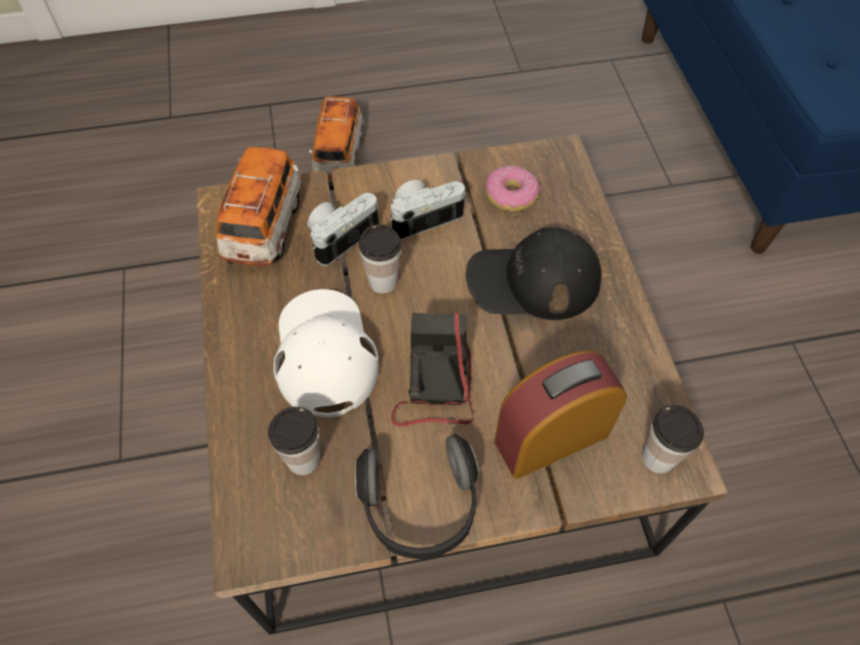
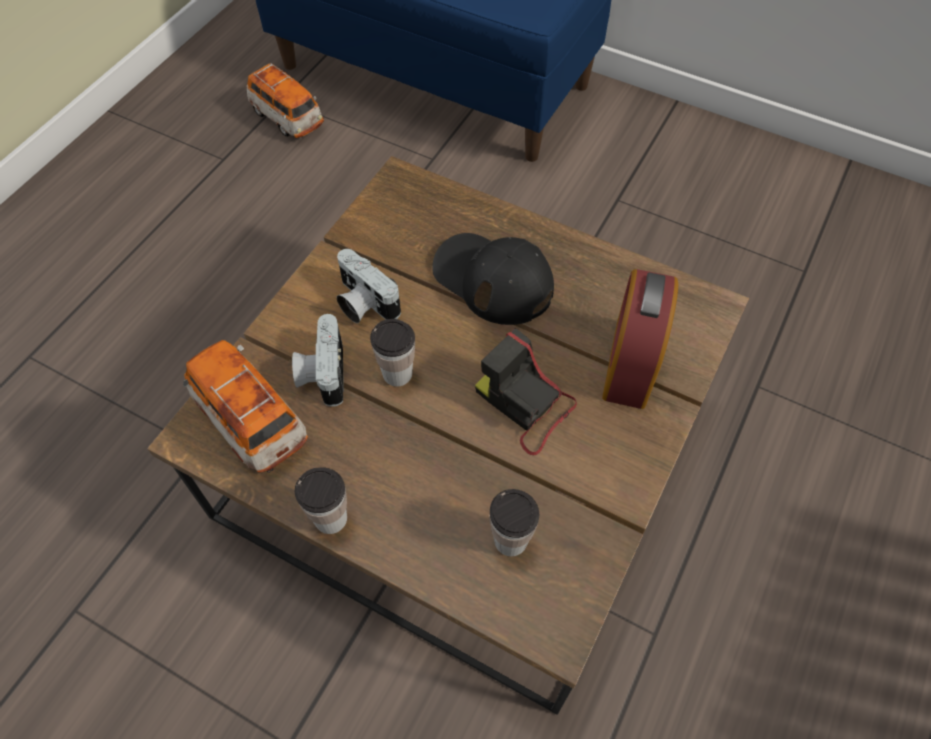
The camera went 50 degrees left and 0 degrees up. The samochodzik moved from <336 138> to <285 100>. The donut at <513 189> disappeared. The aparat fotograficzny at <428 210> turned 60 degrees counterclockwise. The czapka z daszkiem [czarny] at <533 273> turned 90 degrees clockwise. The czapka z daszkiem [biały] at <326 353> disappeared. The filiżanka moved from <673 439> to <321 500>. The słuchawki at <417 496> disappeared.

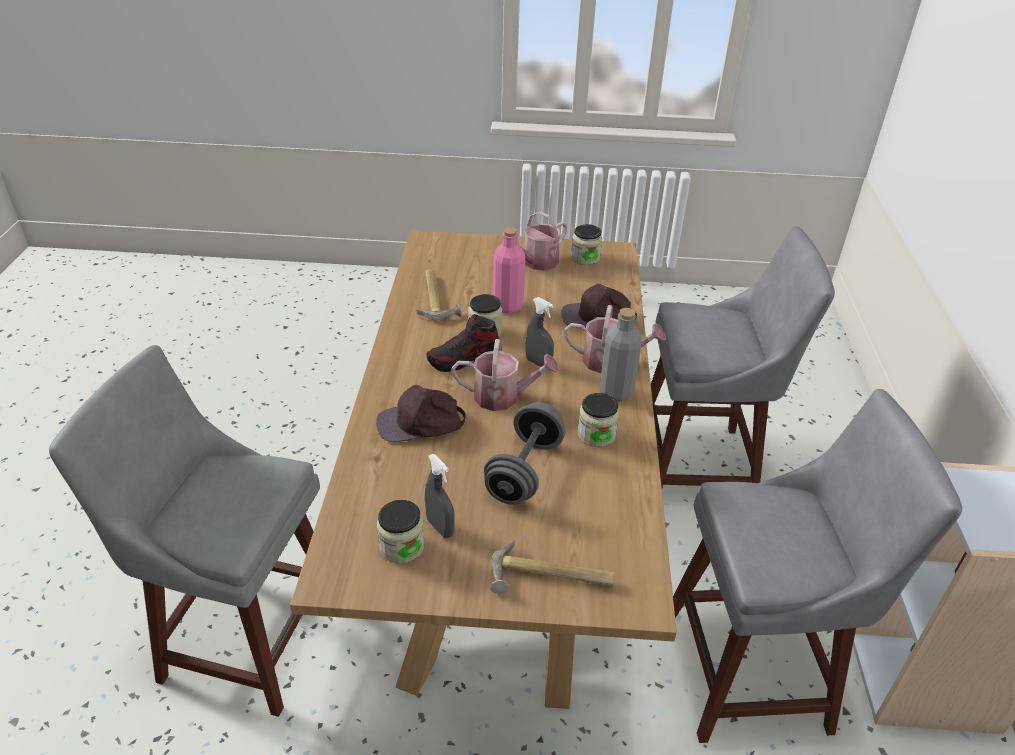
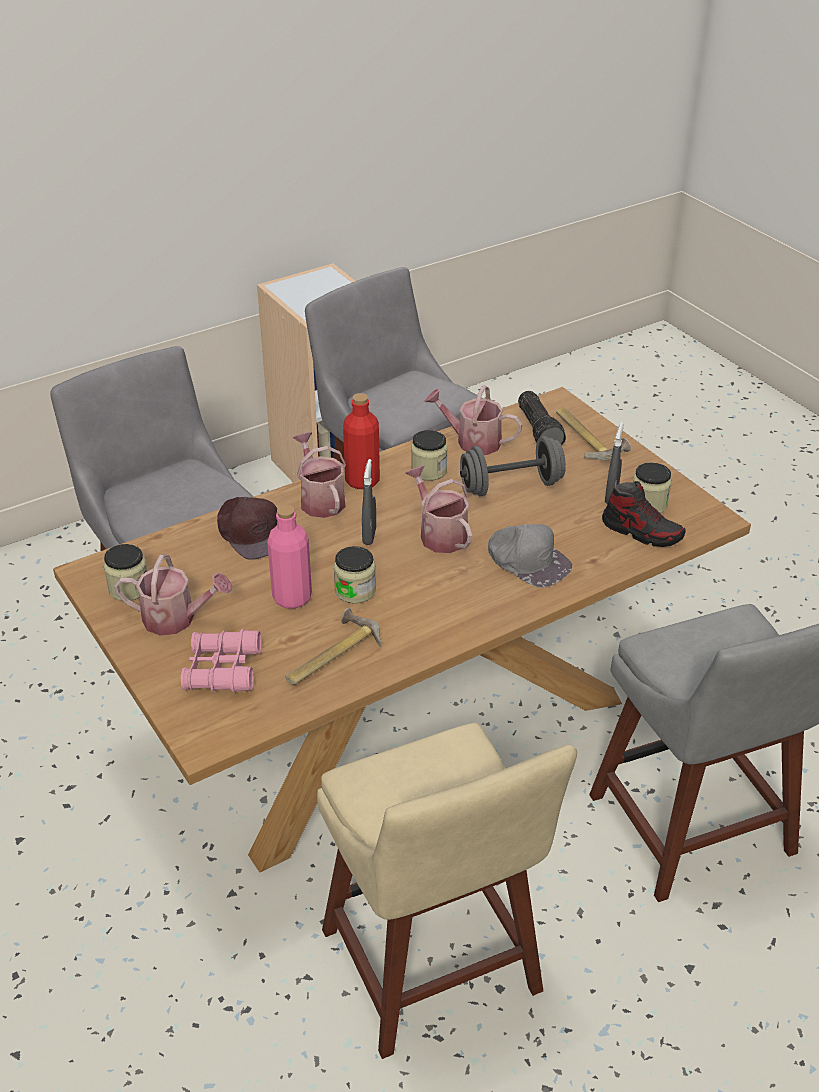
The camera went 125 degrees left and 0 degrees up. The butelka [szary] at <621 355> became the butelka [czerwony] at <361 441>. The but moved from <464 343> to <644 514>. The czapka z daszkiem [brązowy] at <421 413> became the czapka z daszkiem [szary] at <530 556>. The konewka at <473 420> appeared. The latarka at <542 418> appeared. The lornetka [różowy] at <221 661> appeared. The krzesło [beżowy] at <447 891> appeared.

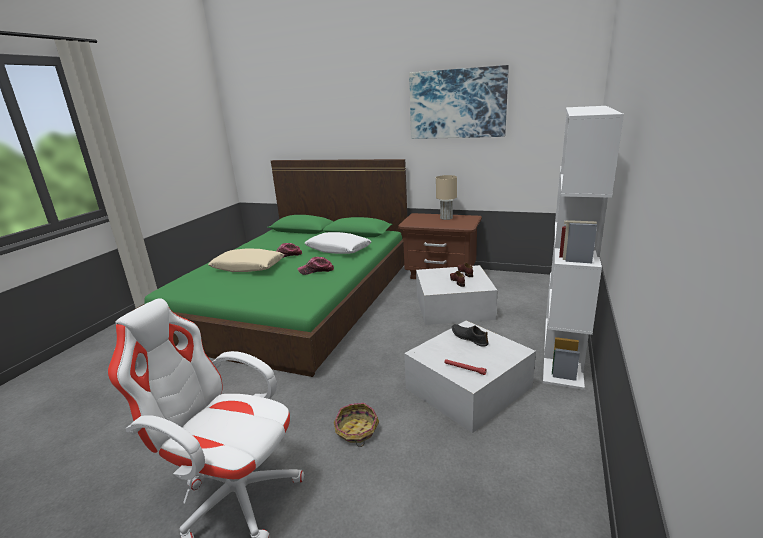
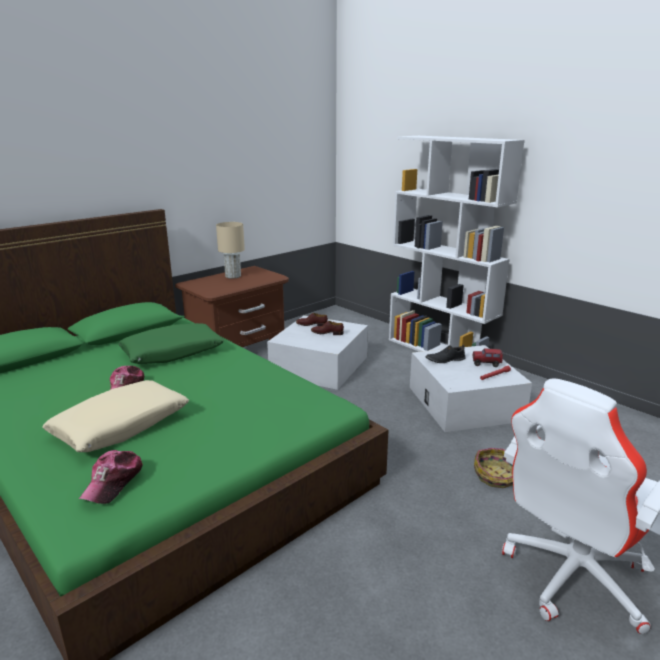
The camera went 65 degrees left and 0 degrees up. The obraz at <459 102> disappeared. The poduszka [biały] at <338 243> became the poduszka [zielony] at <171 343>. The czapka z daszkiem moved from <316 266> to <111 477>. The ciężarówka zabawkowa at <487 357> appeared.

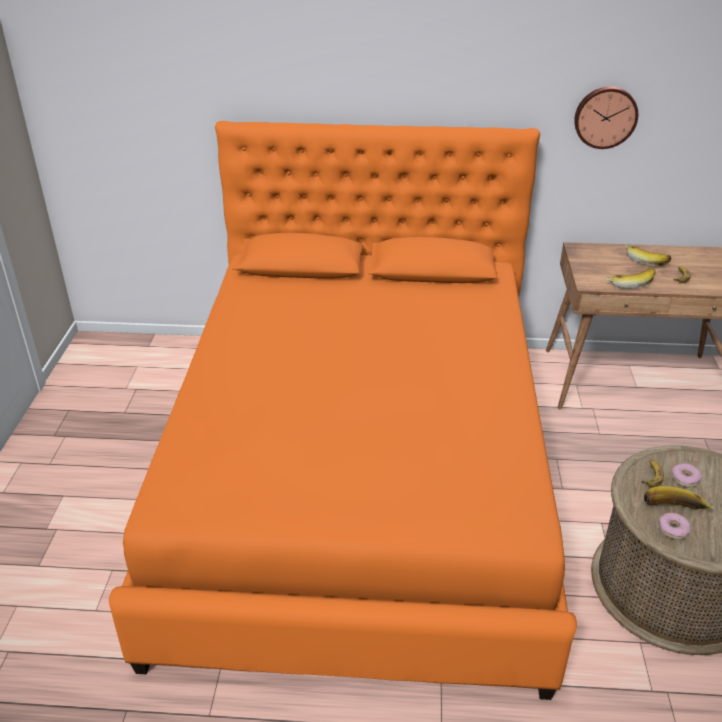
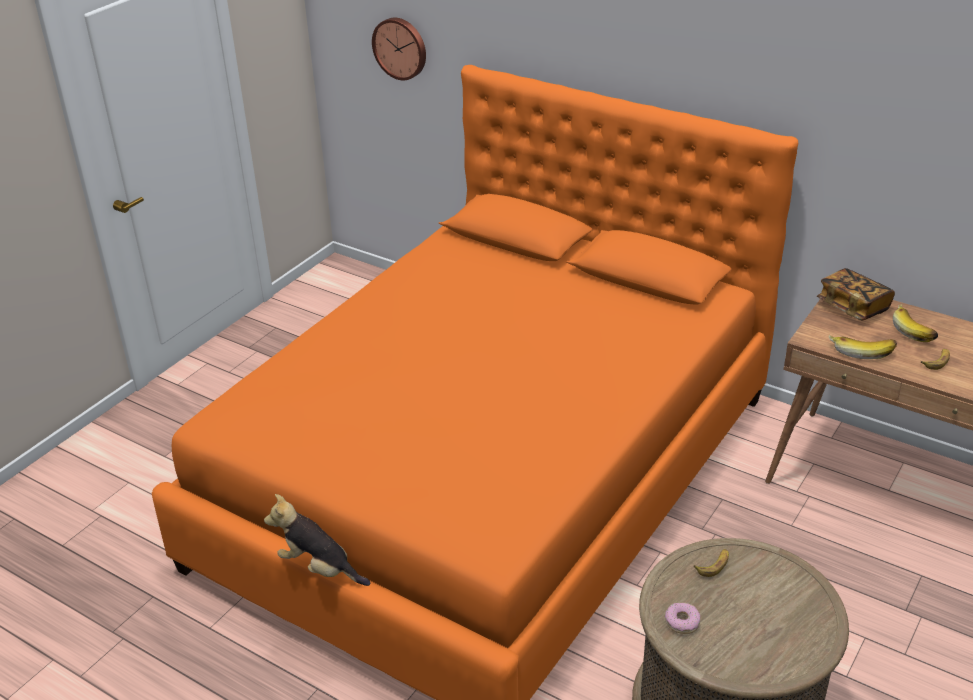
The camera went 30 degrees right and 0 degrees up. The zegar ścienny moved from <606 117> to <399 48>. The donut at <686 475> disappeared. The banan at <679 498> disappeared. The książka at <856 294> appeared. The pluszak at <317 540> appeared.

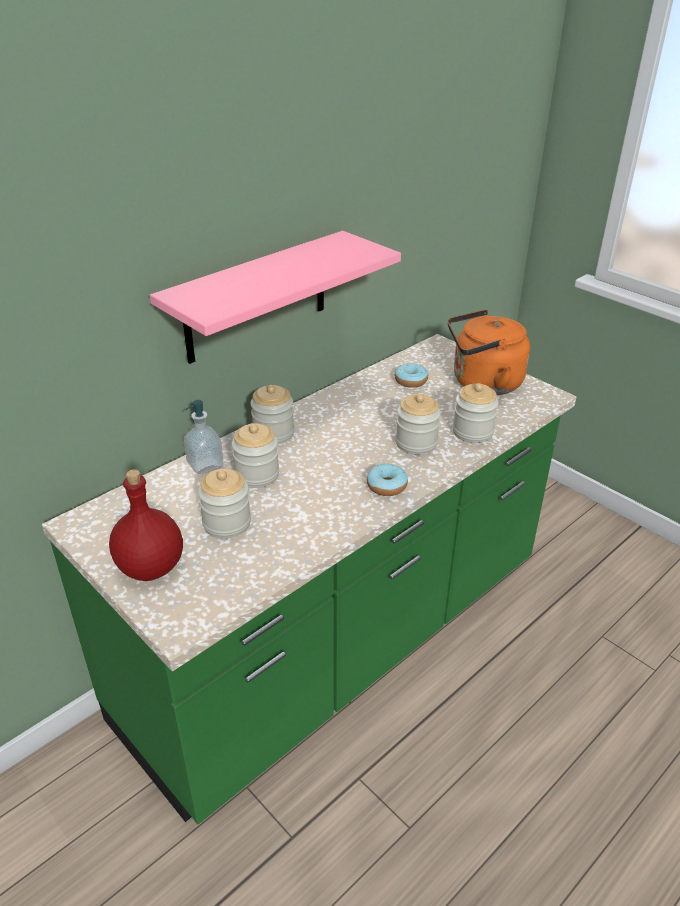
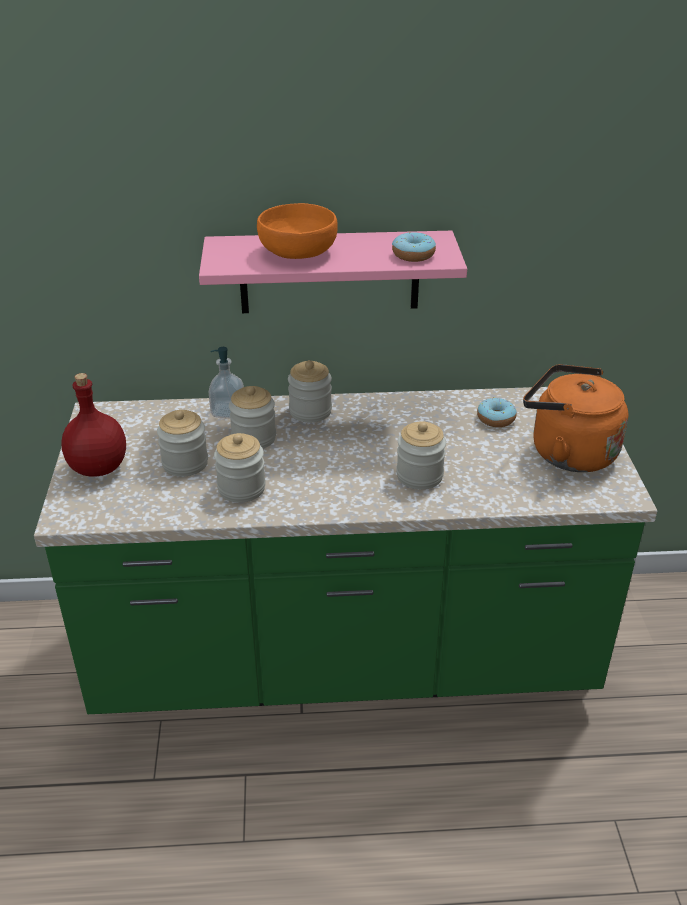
The camera went 40 degrees right and 0 degrees up. The słoik moved from <476 413> to <240 467>. The donut moved from <387 480> to <414 247>. The miska [pomarańczowy] at <297 231> appeared.

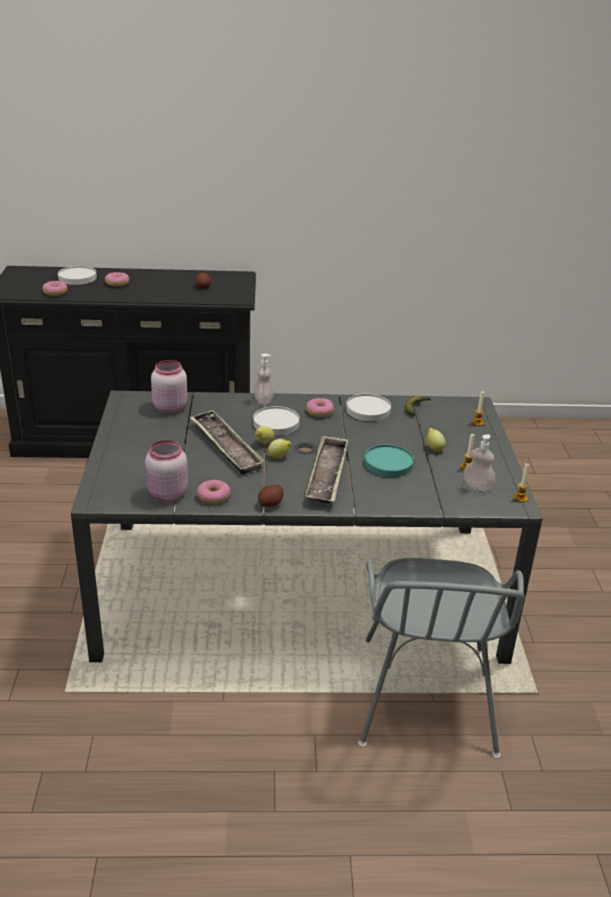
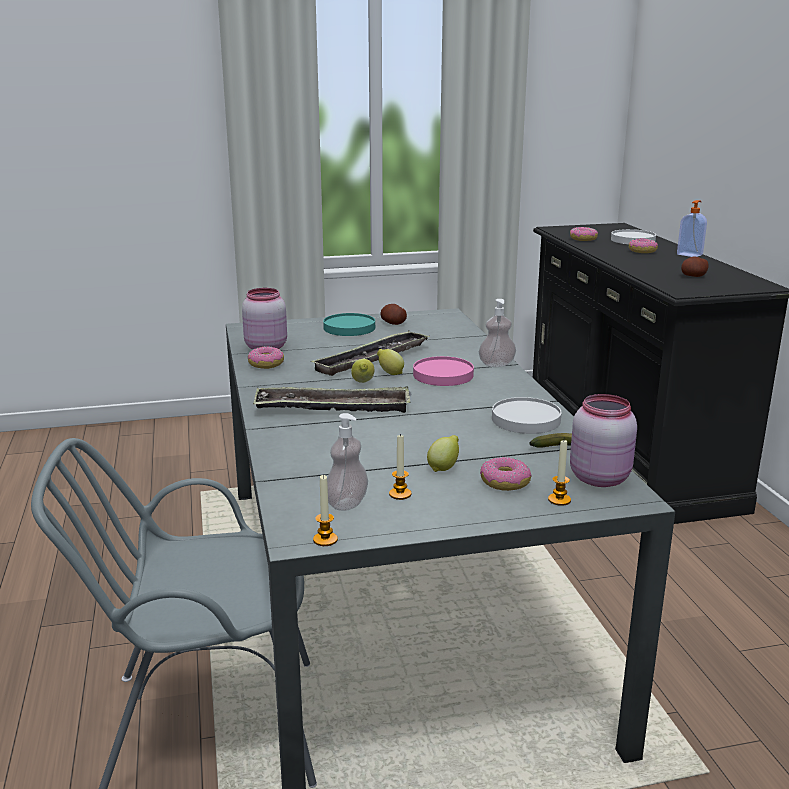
The camera went 80 degrees right and 10 degrees down. The słoik [różowy] moved from <169 386> to <603 440>. The donut moved from <320 407> to <506 474>. The talerz [biały] at <276 420> became the talerz [różowy] at <443 371>. The talerz [turkusowy] moved from <389 460> to <349 324>. The ziemniak moved from <270 496> to <394 314>. The dozownik mydła at <692 228> appeared.

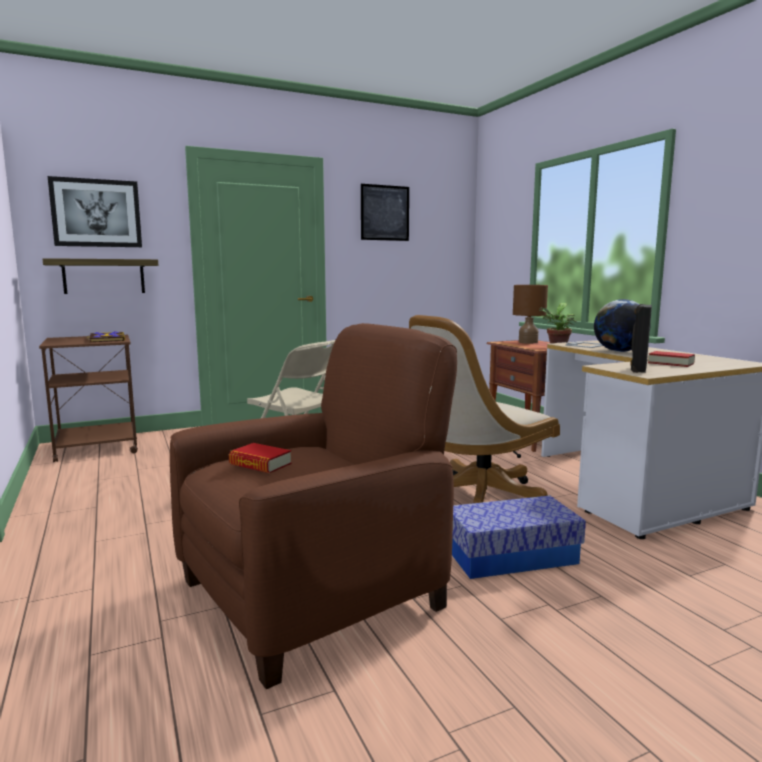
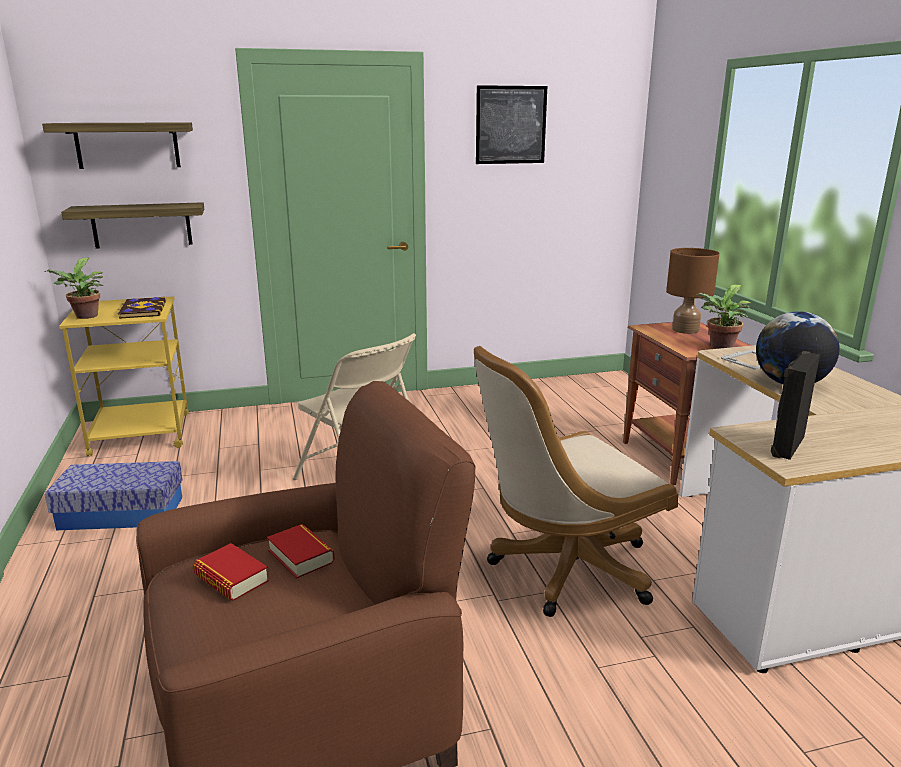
The camera went 10 degrees right and 10 degrees up. The obraz at <94 211> was replaced by the półka at <117 145>. The wózek [brązowy] at <88 398> became the wózek [żółty] at <124 376>. The książka moved from <671 359> to <301 551>. The pojemnik do przechowywania moved from <519 537> to <114 495>. The roślina doniczkowa at <73 288> appeared.

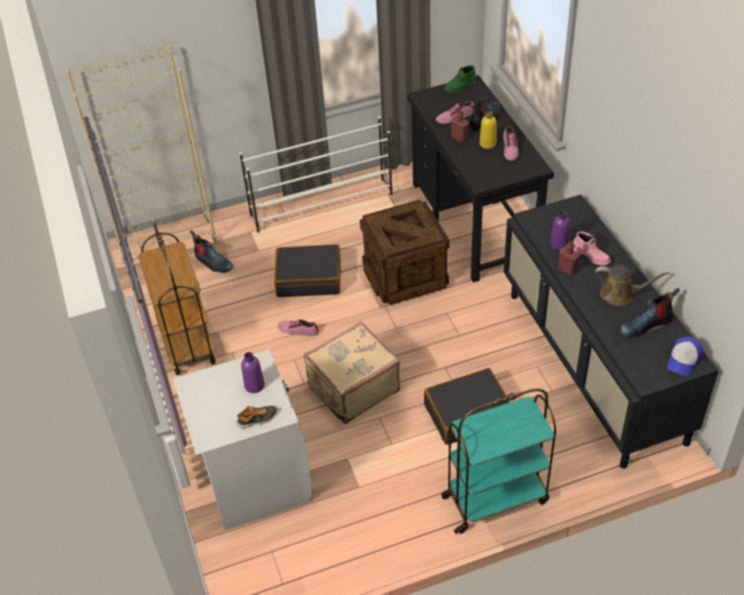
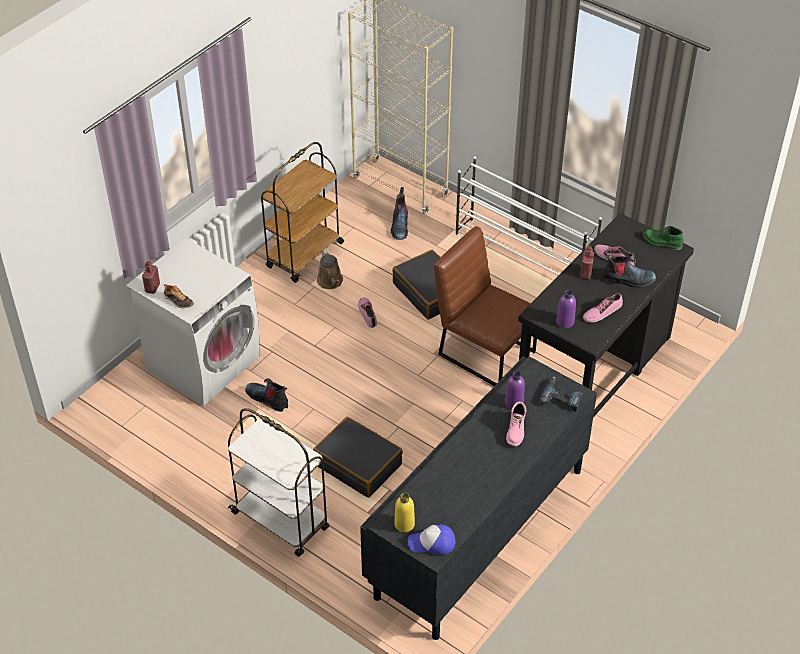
The camera went 55 degrees right and 0 degrees up. The butelka [żółty] moved from <488 130> to <404 512>. The skrzynka at <405 252> was replaced by the krzesło [brązowy] at <485 306>. The butelka [czerwony] moved from <569 258> to <151 277>. The konewka [brązowy] moved from <632 285> to <330 269>. The but z cholewką moved from <650 312> to <266 395>. The walizka [beżowy] at <352 372> disappeared. The butelka [fioletowy] moved from <253 372> to <566 309>. The wózek [turkusowy] at <498 461> became the wózek [biały] at <278 482>. The wiertarka at <561 394> appeared.

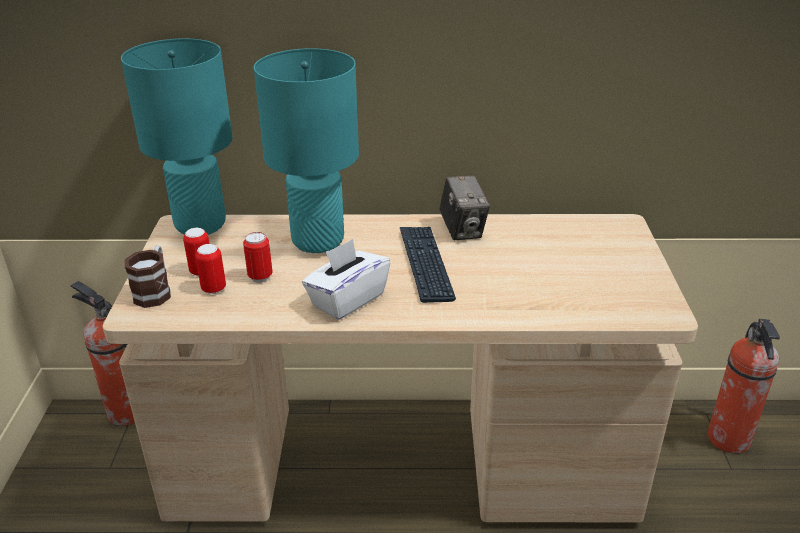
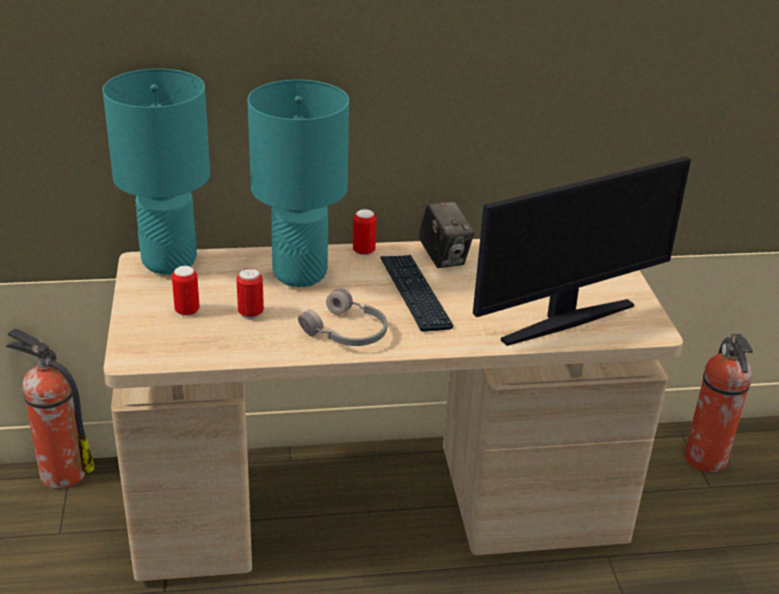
The camera went 10 degrees left and 0 degrees up. The pudełko chusteczek [biały] at <346 279> was replaced by the słuchawki [szary] at <342 317>. The puszka moved from <210 269> to <365 232>. The kubek at <148 277> disappeared. The monitor at <582 251> appeared.

